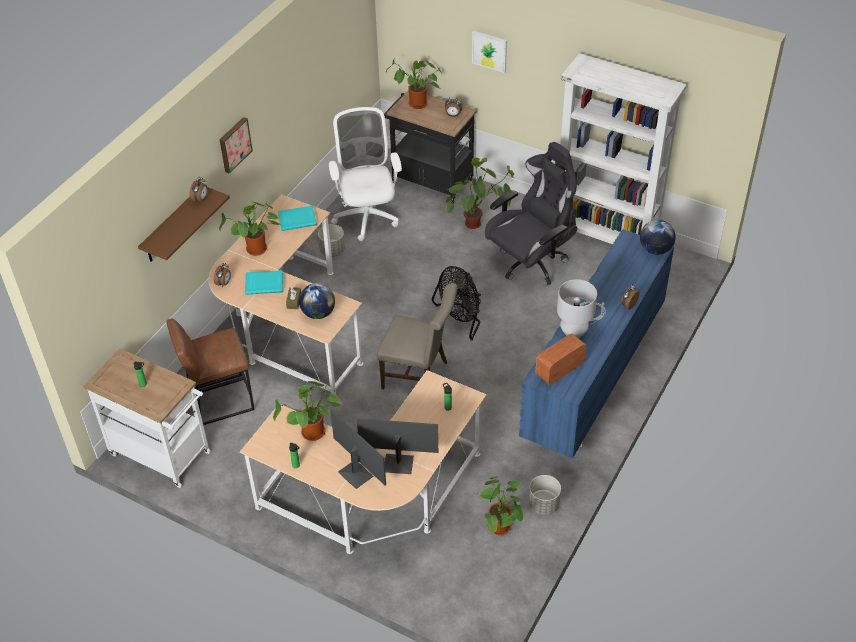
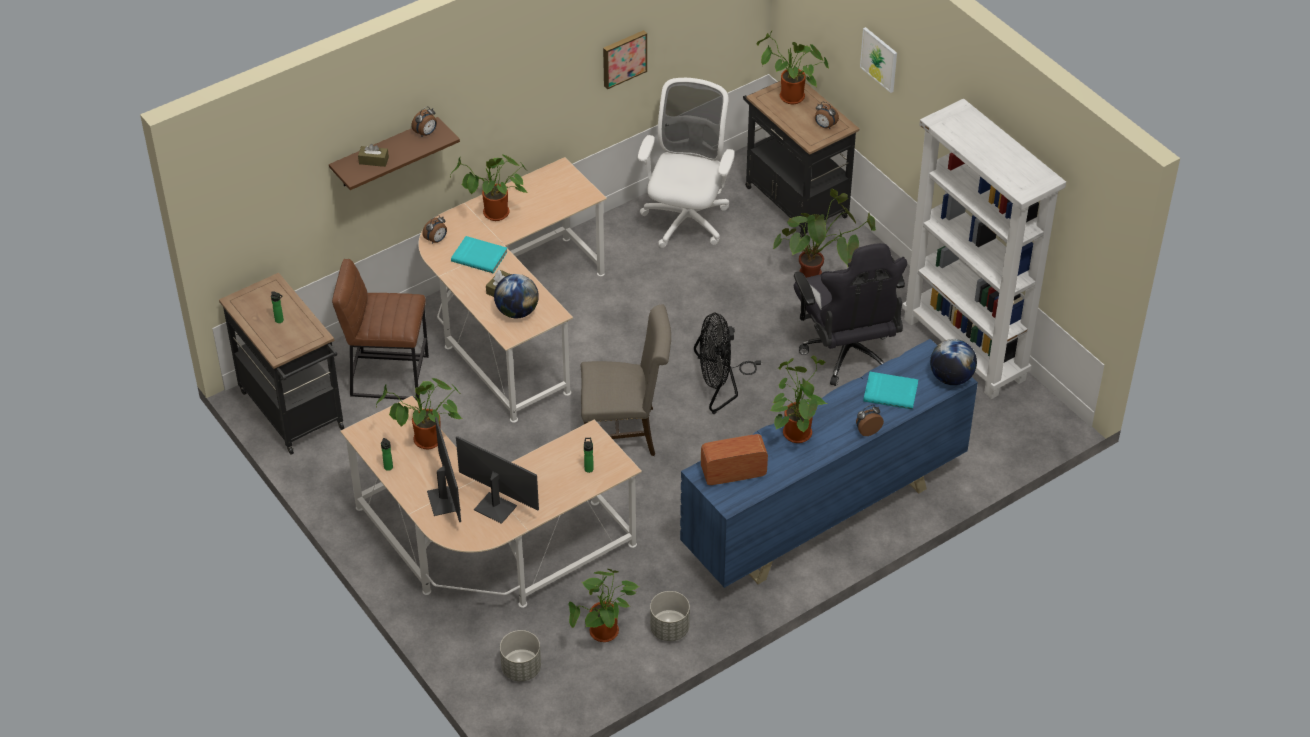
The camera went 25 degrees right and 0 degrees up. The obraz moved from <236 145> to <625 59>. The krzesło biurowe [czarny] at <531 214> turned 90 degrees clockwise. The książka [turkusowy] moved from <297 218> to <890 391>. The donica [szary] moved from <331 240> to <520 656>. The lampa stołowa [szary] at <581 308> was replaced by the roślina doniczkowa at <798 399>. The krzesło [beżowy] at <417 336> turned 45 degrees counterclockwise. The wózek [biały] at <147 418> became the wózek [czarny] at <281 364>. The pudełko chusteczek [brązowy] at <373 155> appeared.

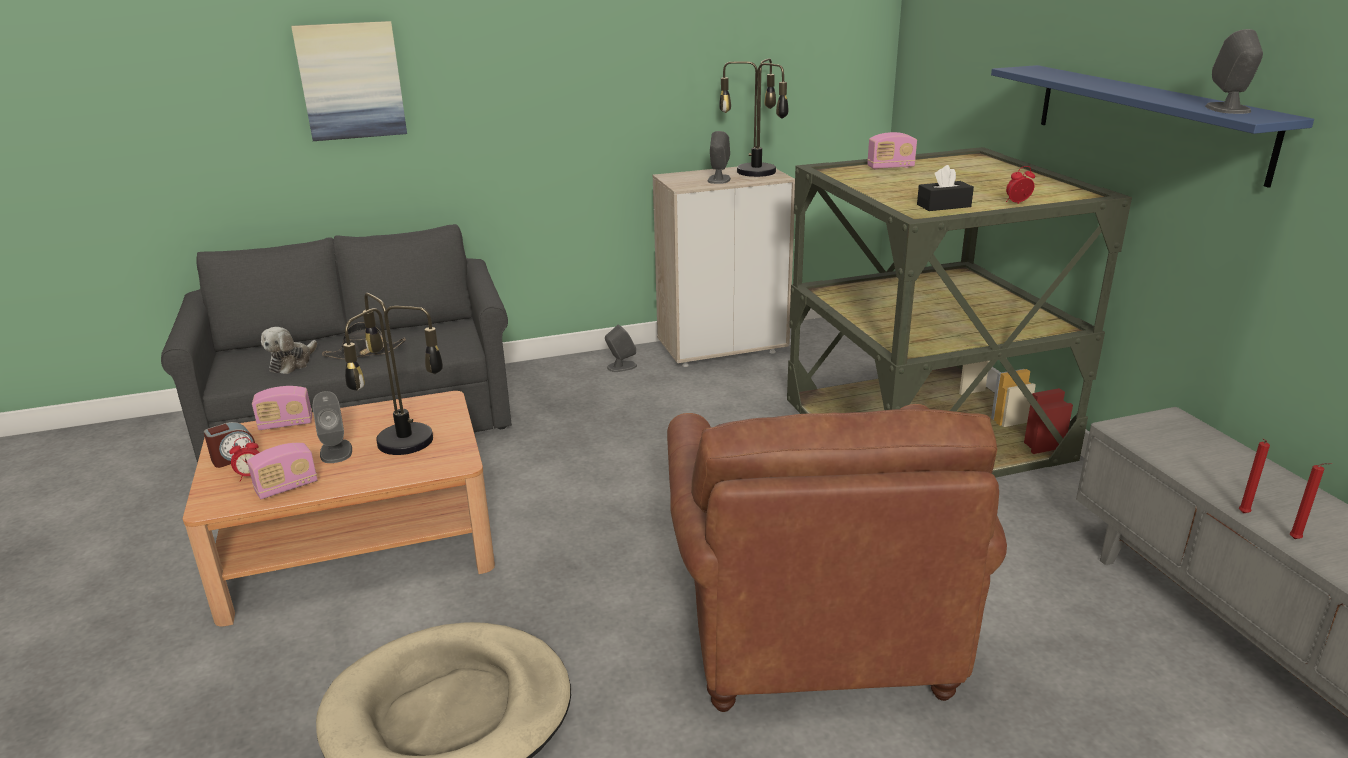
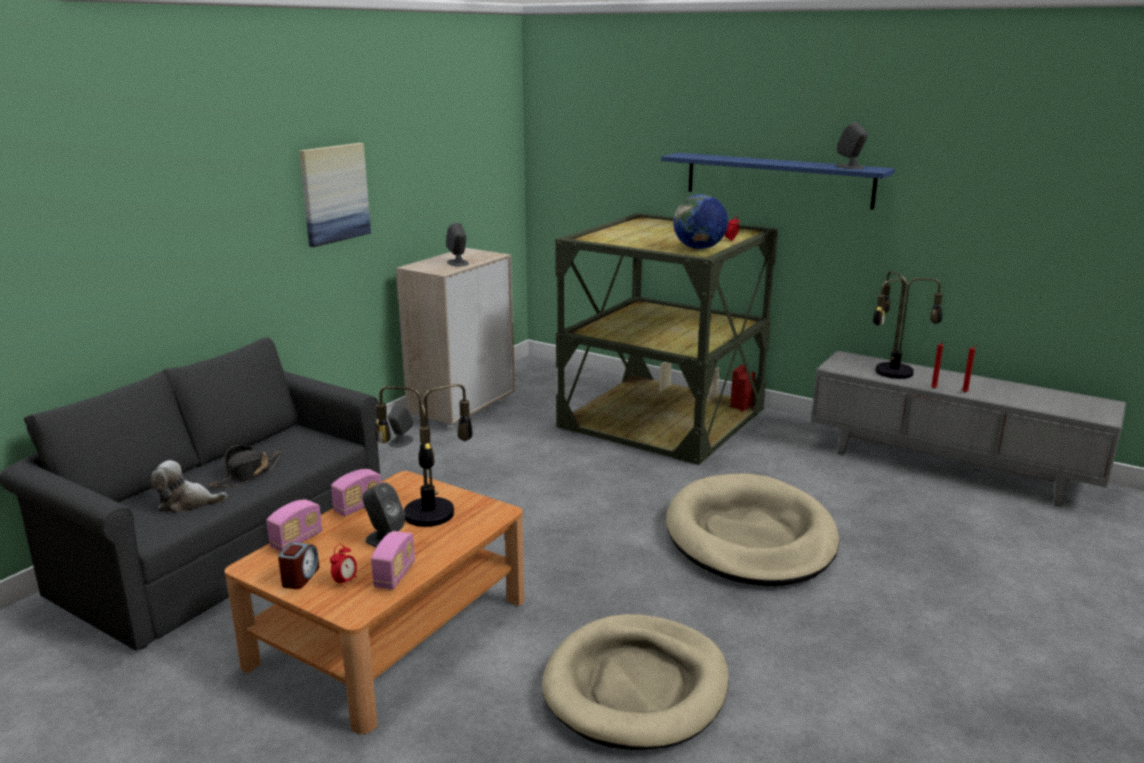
The camera went 40 degrees left and 5 degrees down. The obraz moved from <349 81> to <335 195>. The lampa stołowa moved from <753 117> to <907 325>. The radio moved from <892 151> to <356 492>. The pudełko chusteczek [czarny] at <945 188> was replaced by the globus at <700 221>. The pluszak at <289 350> turned 105 degrees clockwise. The fotel [brązowy] at <837 558> was replaced by the legowisko [beżowy] at <752 529>.

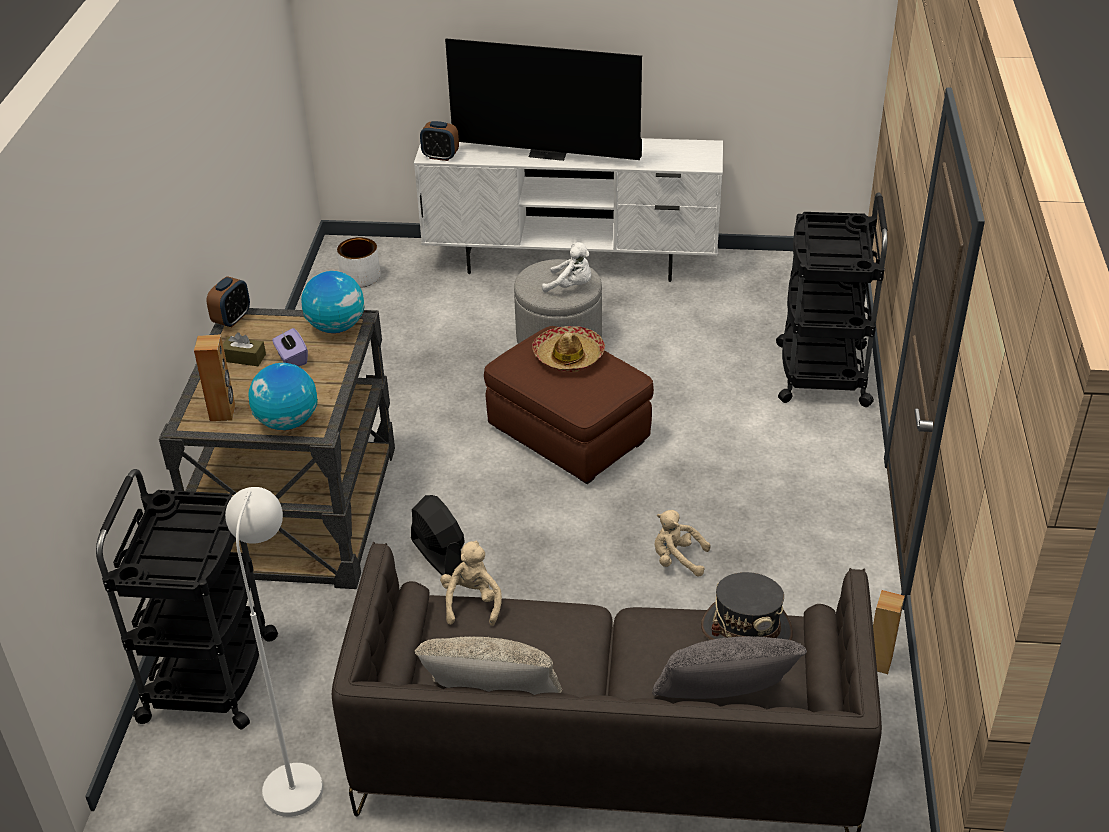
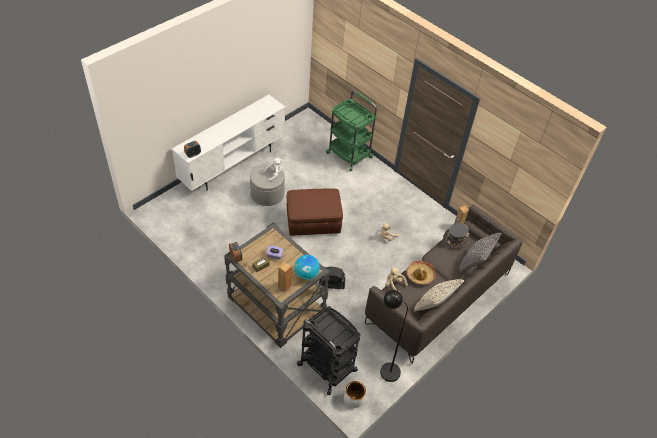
The camera went 55 degrees left and 10 degrees up. The telewizor at <543 99> disappeared. The wózek [czarny] at <832 300> became the wózek [zielony] at <351 131>. The donica [biały] moved from <359 262> to <355 394>. The globus at <333 302> disappeared. The kapelusz moved from <568 349> to <421 272>. The lampa stojąca [biały] at <274 652> became the lampa stojąca [czarny] at <394 336>.

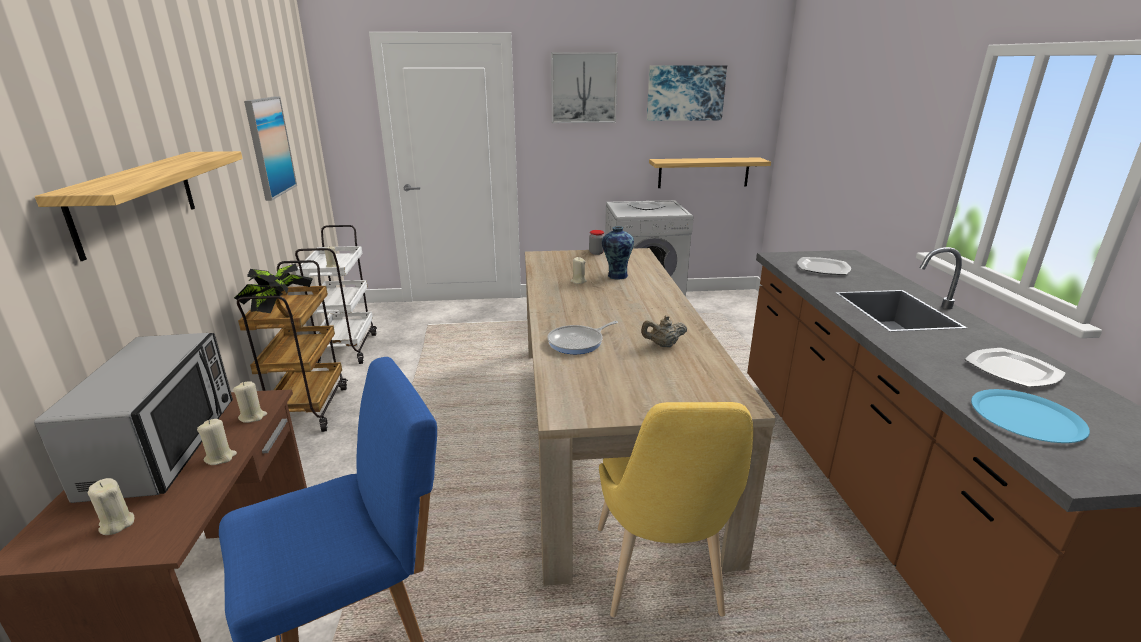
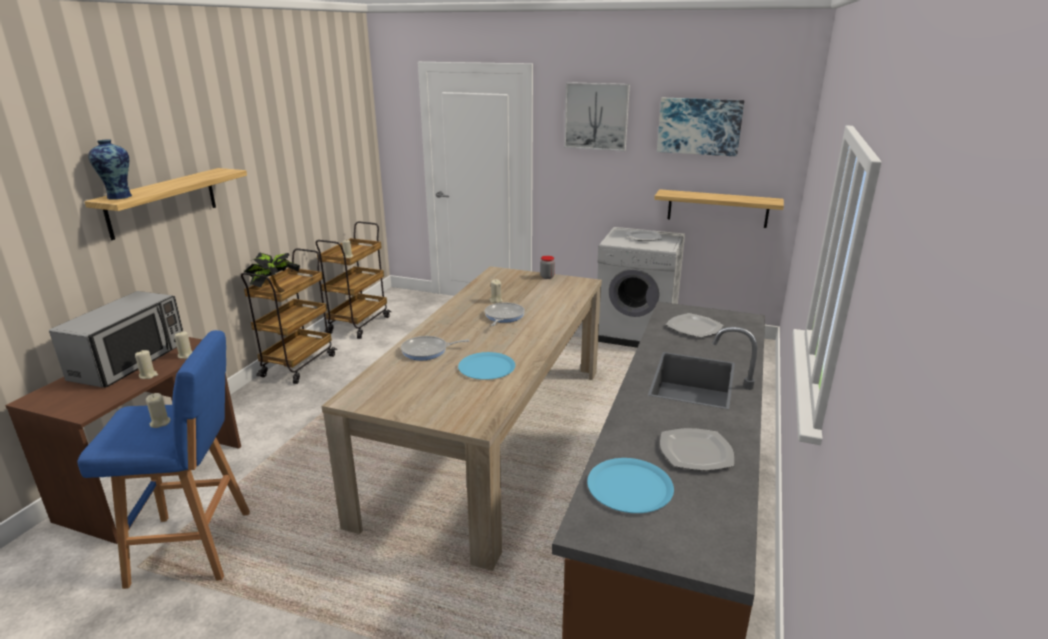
The camera went 25 degrees right and 0 degrees up. The obraz at <270 148> disappeared. The wózek [biały] at <336 294> became the wózek [brązowy] at <353 280>. The wazon moved from <618 253> to <110 169>. The imbryk [beżowy] at <664 331> was replaced by the talerz [niebieski] at <486 366>. The krzesło [żółty] at <675 509> disappeared. The świeca [beżowy] moved from <111 506> to <158 410>. The patelnia at <505 314> appeared.

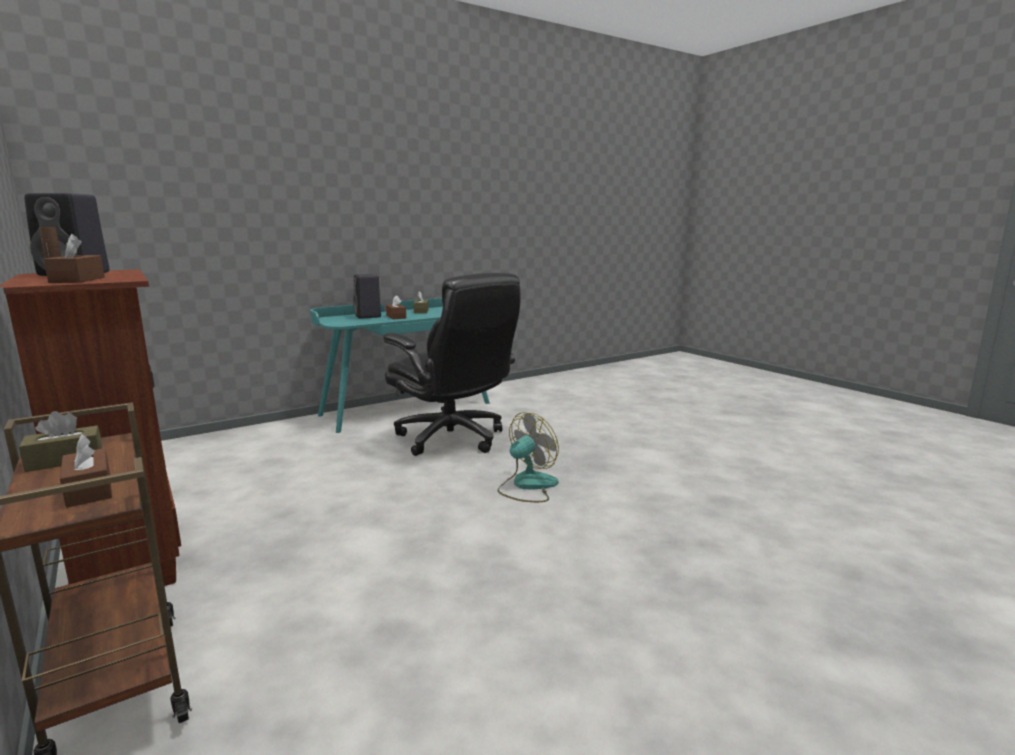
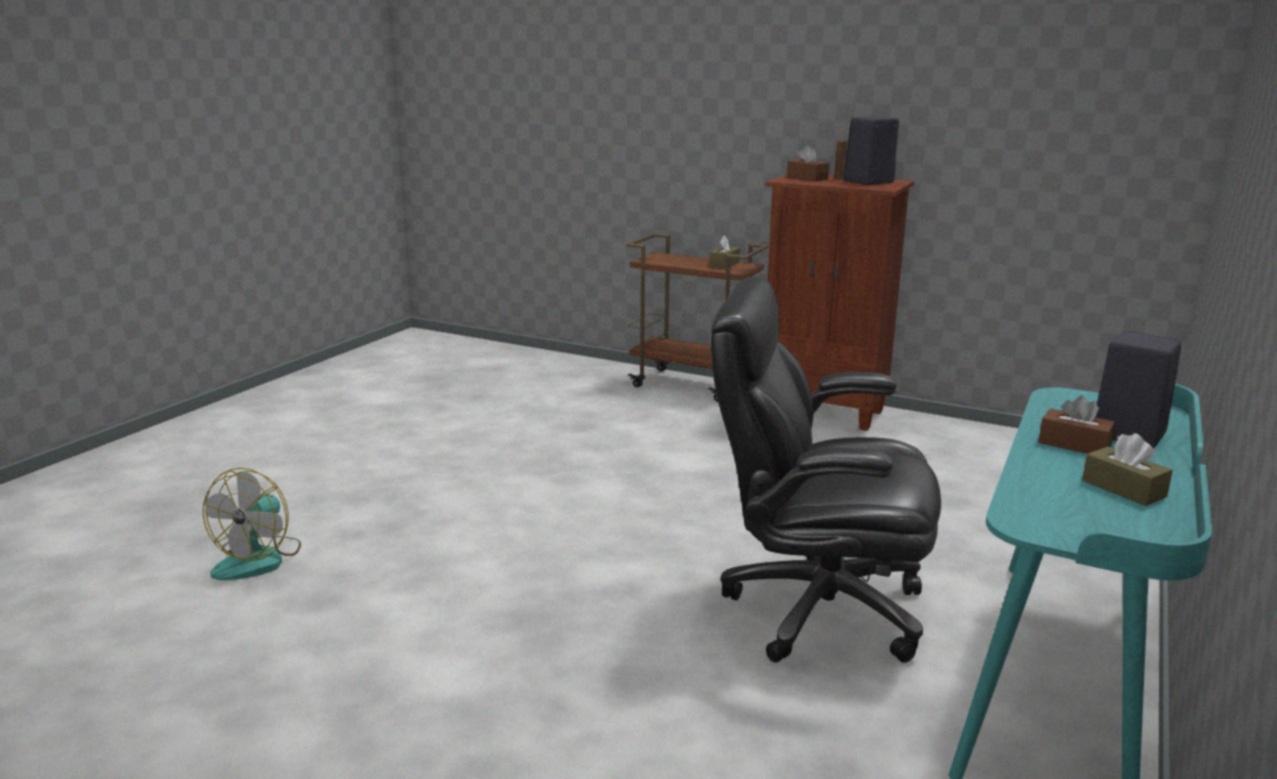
The camera went 150 degrees right and 5 degrees up. The wentylator moved from <528 457> to <252 524>. The pudełko chusteczek [brązowy] at <86 471> disappeared.

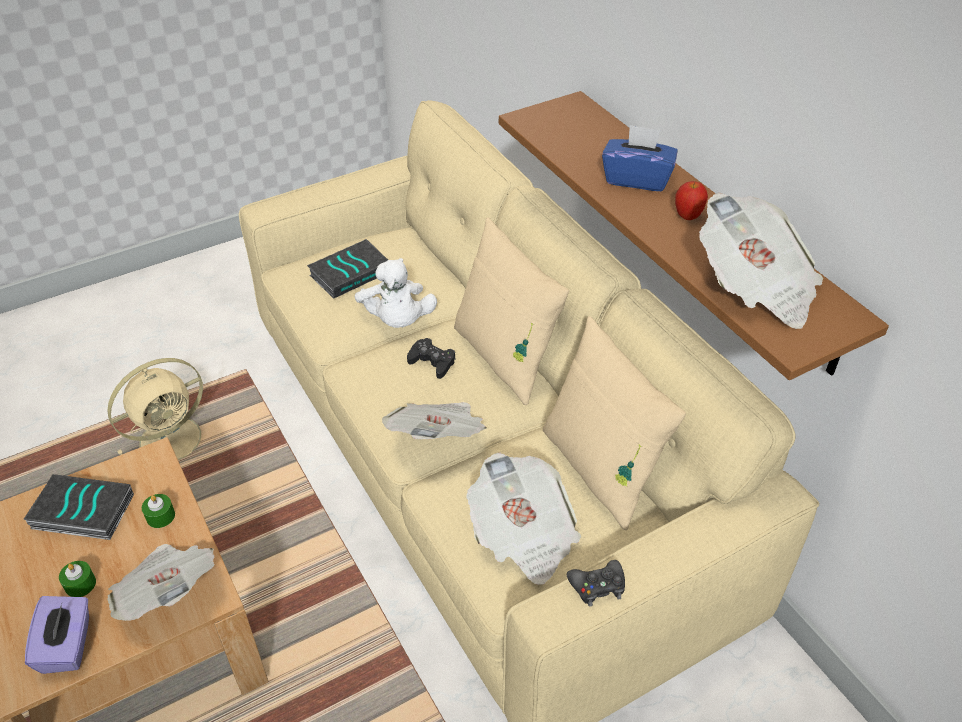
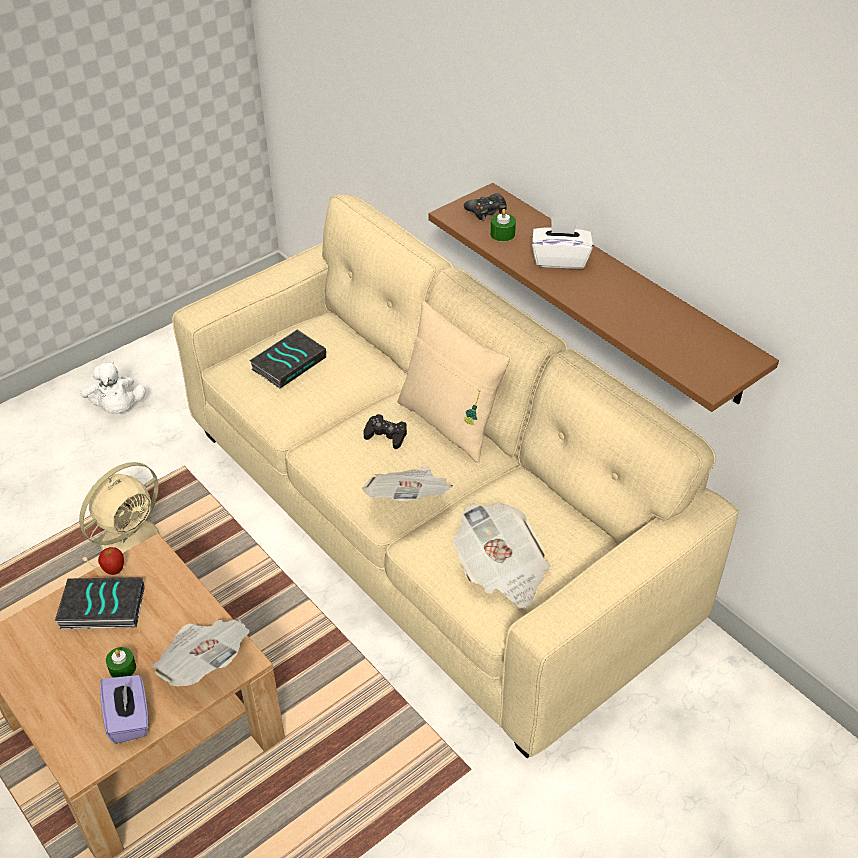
The camera went 10 degrees left and 0 degrees up. The pudełko chusteczek [niebieski] at <640 158> became the pudełko chusteczek [biały] at <562 242>. The jabłko moved from <691 200> to <111 561>. The gazeta at <761 261> disappeared. The pluszak [biały] moved from <396 293> to <113 387>. The poduszka [beżowy] at <614 423> disappeared. The świeca [zielony] moved from <158 511> to <503 225>. The pad do gier [czarny] moved from <596 583> to <485 207>.

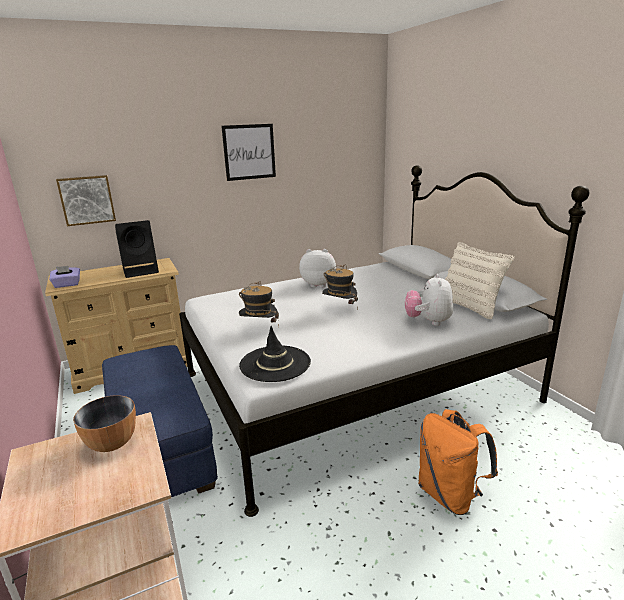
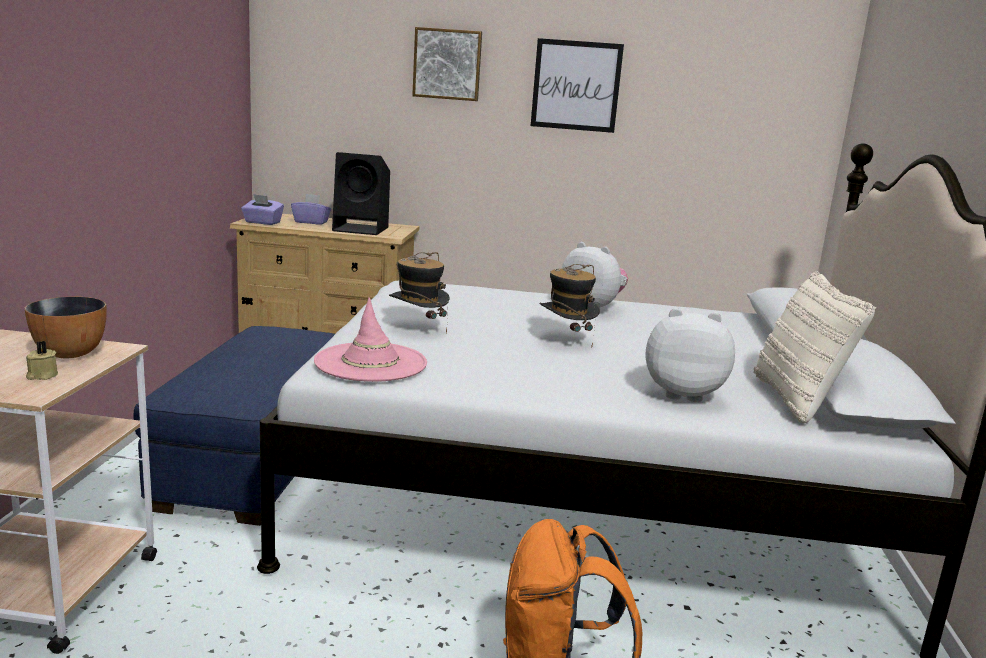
The camera went 30 degrees right and 5 degrees down. The obraz moved from <86 200> to <447 64>. The pluszak at <429 300> turned 60 degrees clockwise. The kapelusz [czarny] at <275 354> became the kapelusz [różowy] at <370 339>. The pudełko chusteczek [fioletowy] at <311 209> appeared. The świeca [beżowy] at <42 360> appeared.

